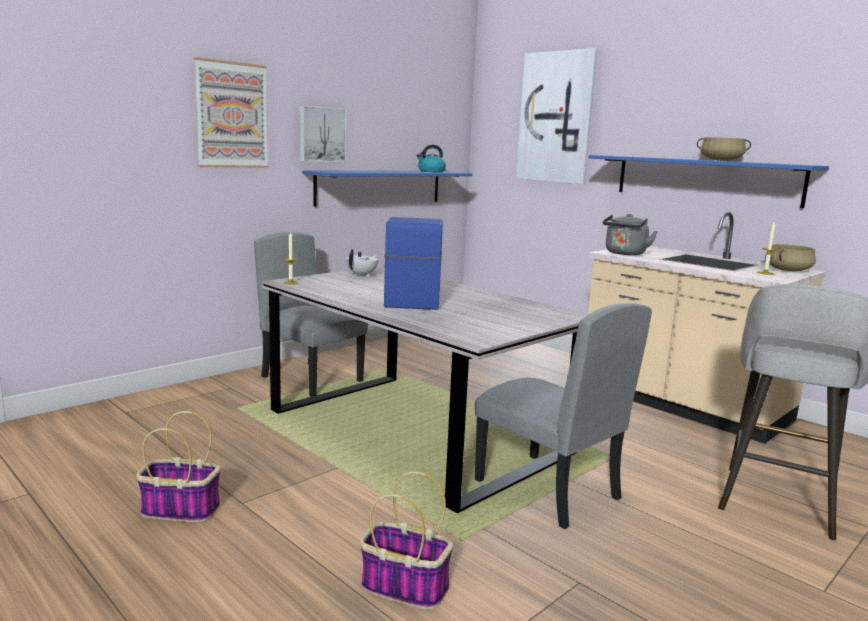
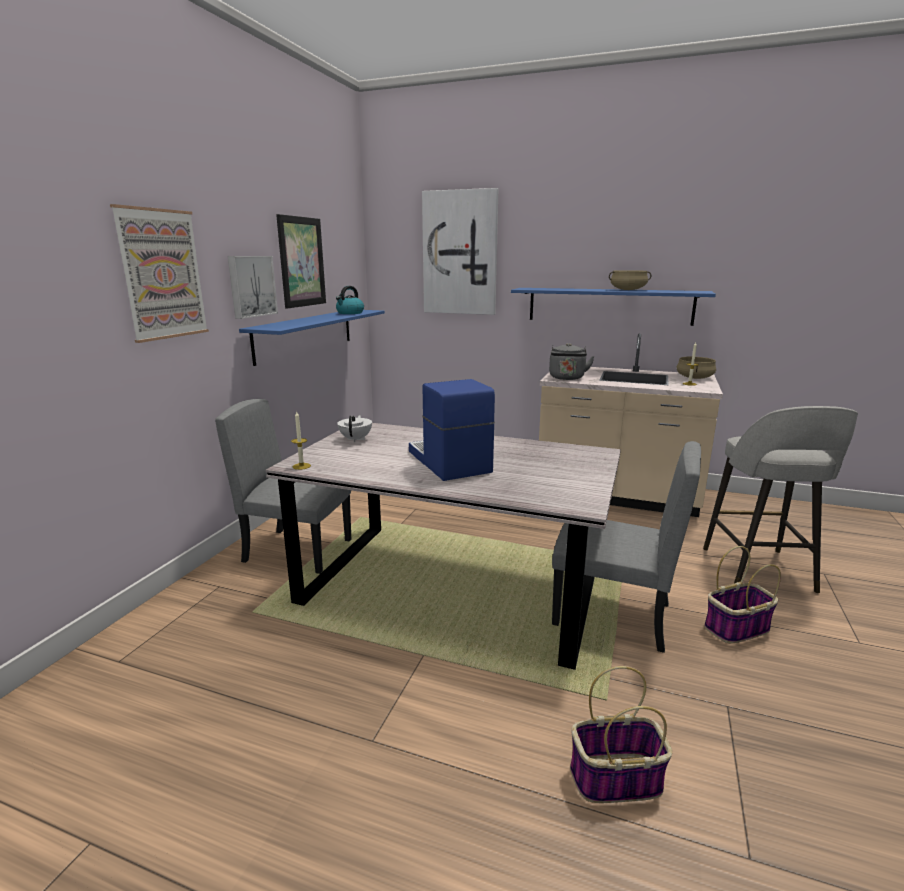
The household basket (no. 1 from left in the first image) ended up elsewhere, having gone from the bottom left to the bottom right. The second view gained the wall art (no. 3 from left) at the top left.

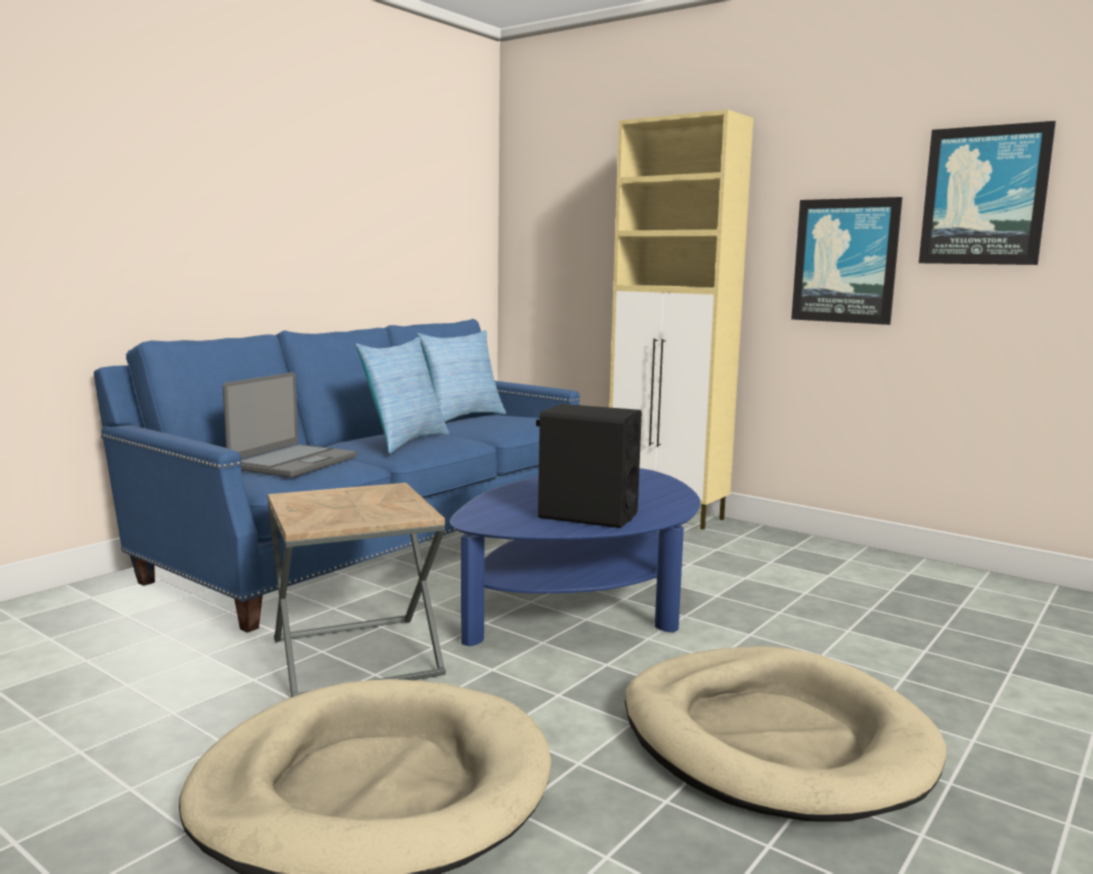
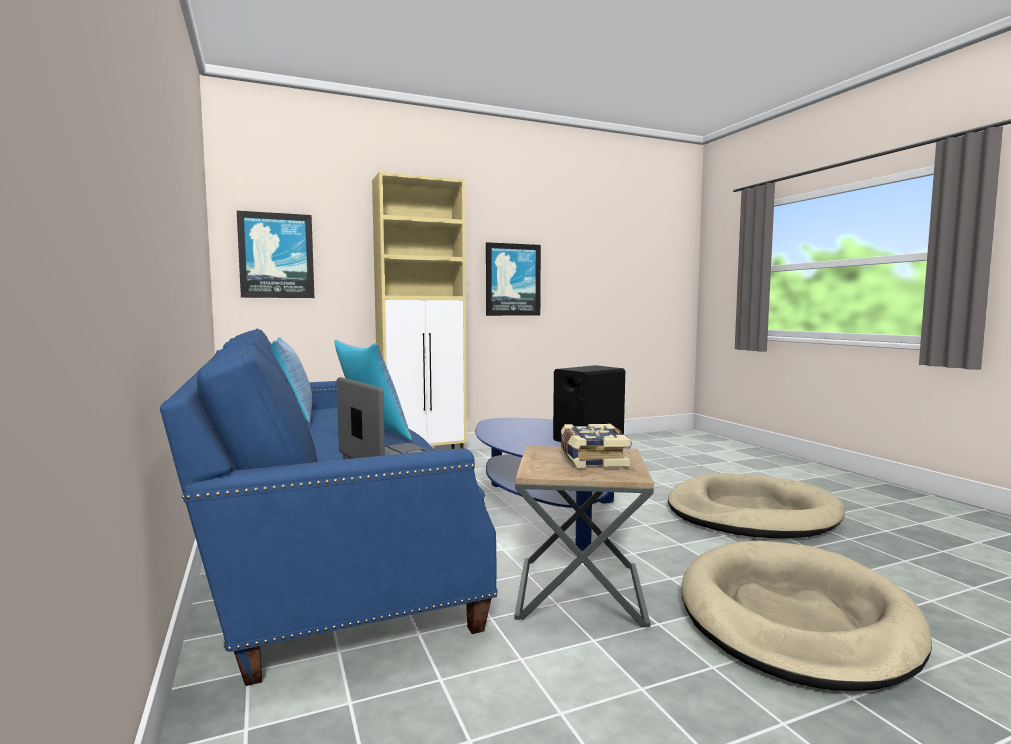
The wall art (no. 2 from left in the first image) ended up elsewhere, having gone from the top right to the middle left. The second view gained the book at the centre.

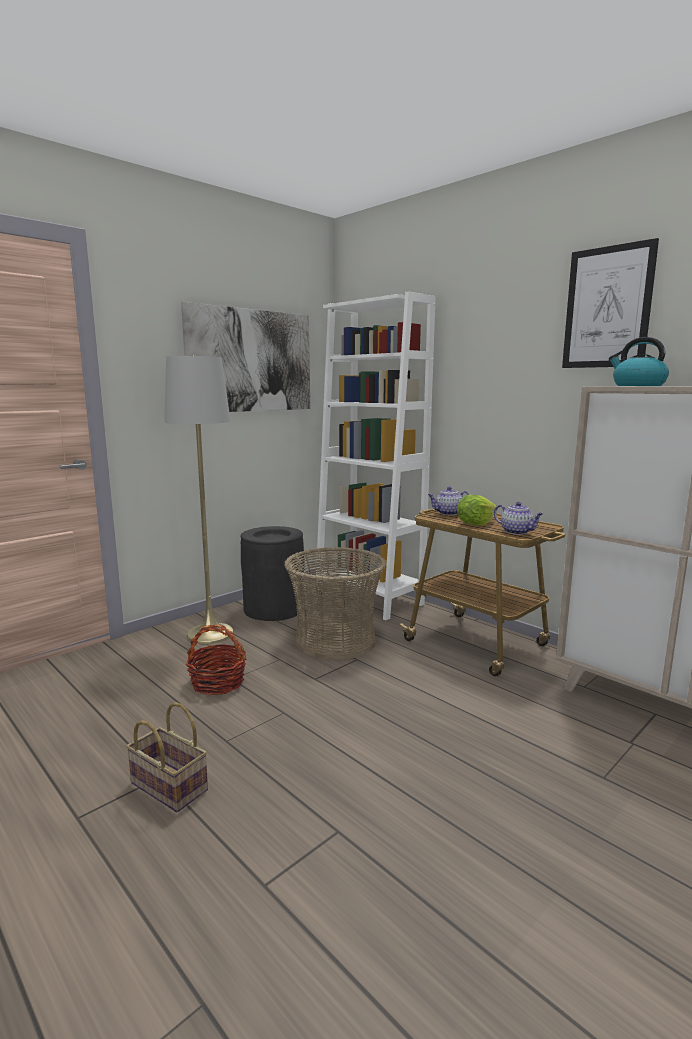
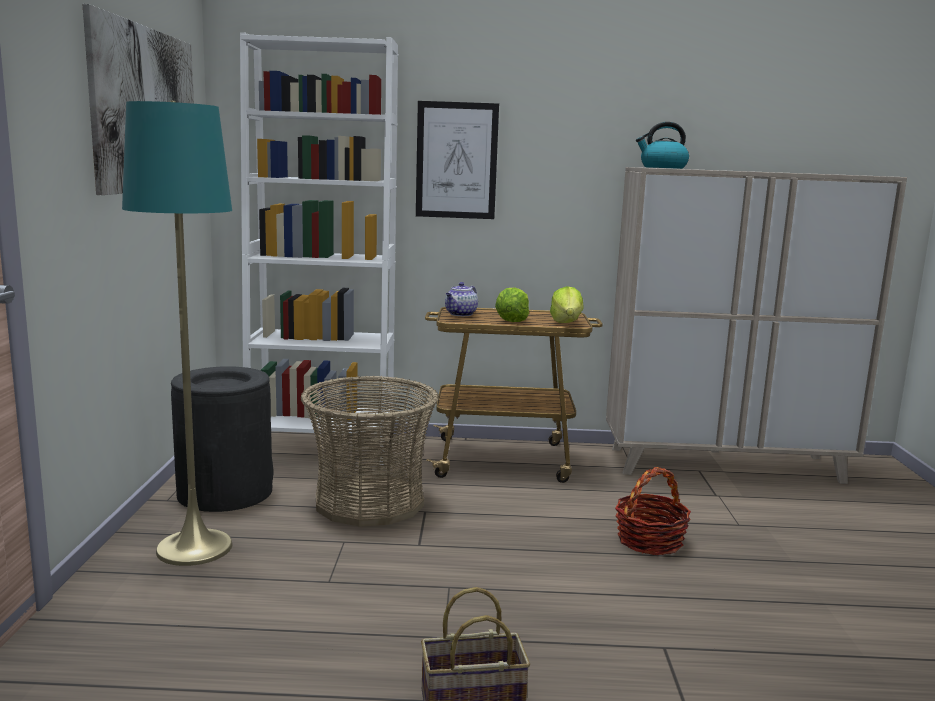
The wall art (no. 2 from left) ended up elsewhere, having gone from the top right to the top centre. What was the standard lamp (gray) at the middle left turned into the standard lamp (blue-green) at the middle left. Where the pot for tea (no. 2 from left) stood at the middle right, the lettuce (no. 2 from left) came to stand at the centre. The household basket (no. 2 from left in the first image) ended up elsewhere, having gone from the middle left to the bottom right.

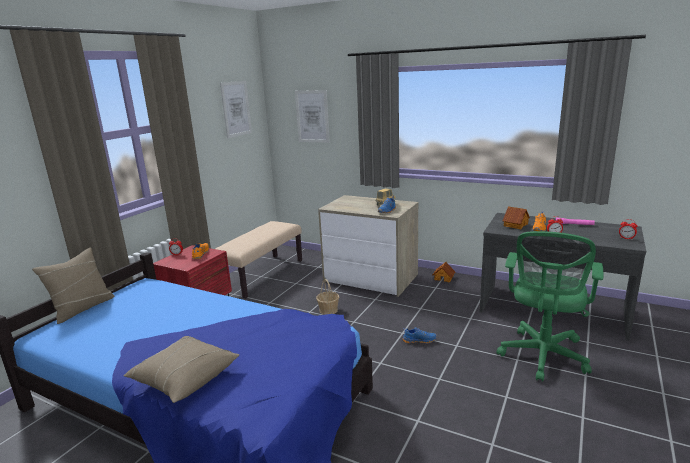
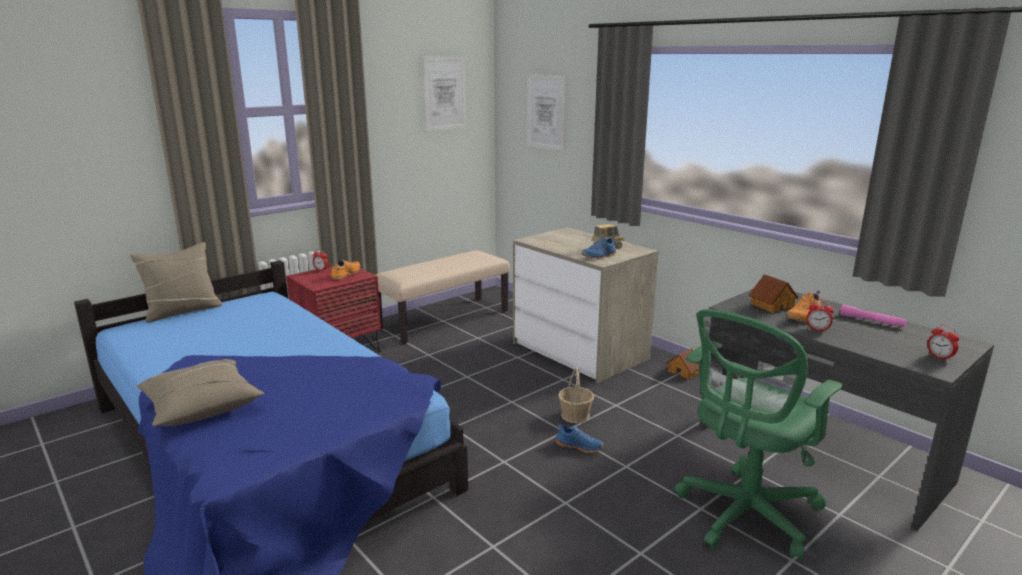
The household basket ended up elsewhere, having gone from the centre to the bottom centre.

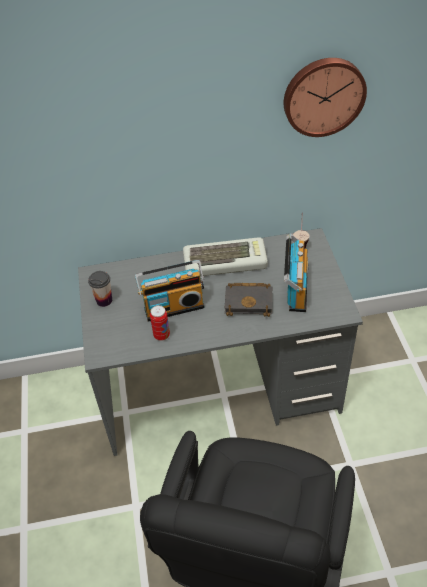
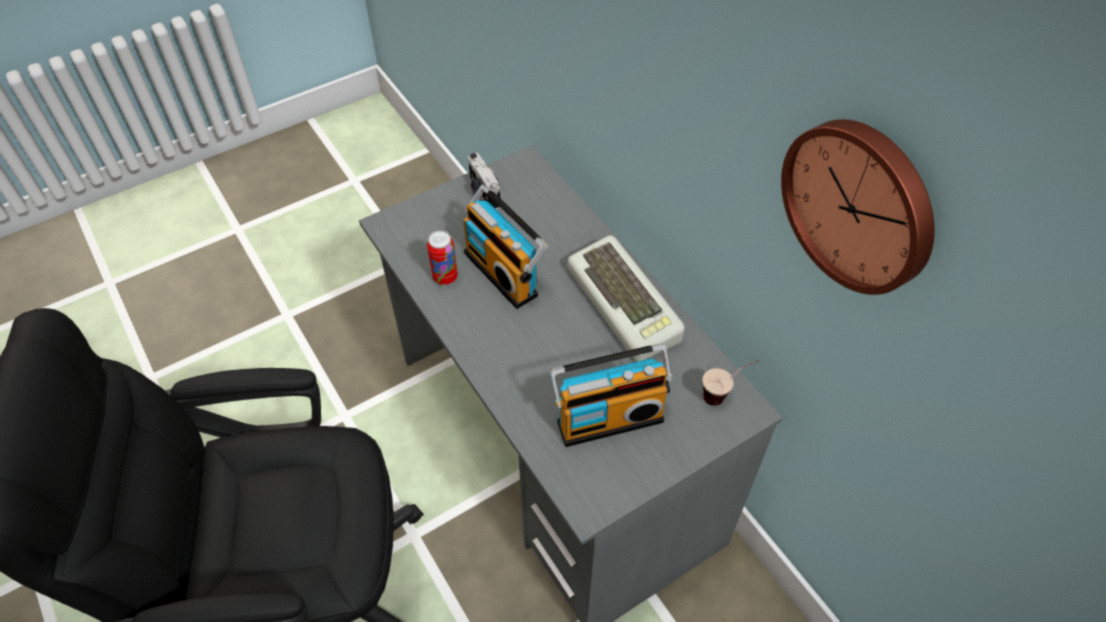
Where the small cup (no. 1 from left) stood at the middle left, the photo camera came to stand at the top centre. The second view lost the book (black-coloured) at the centre.

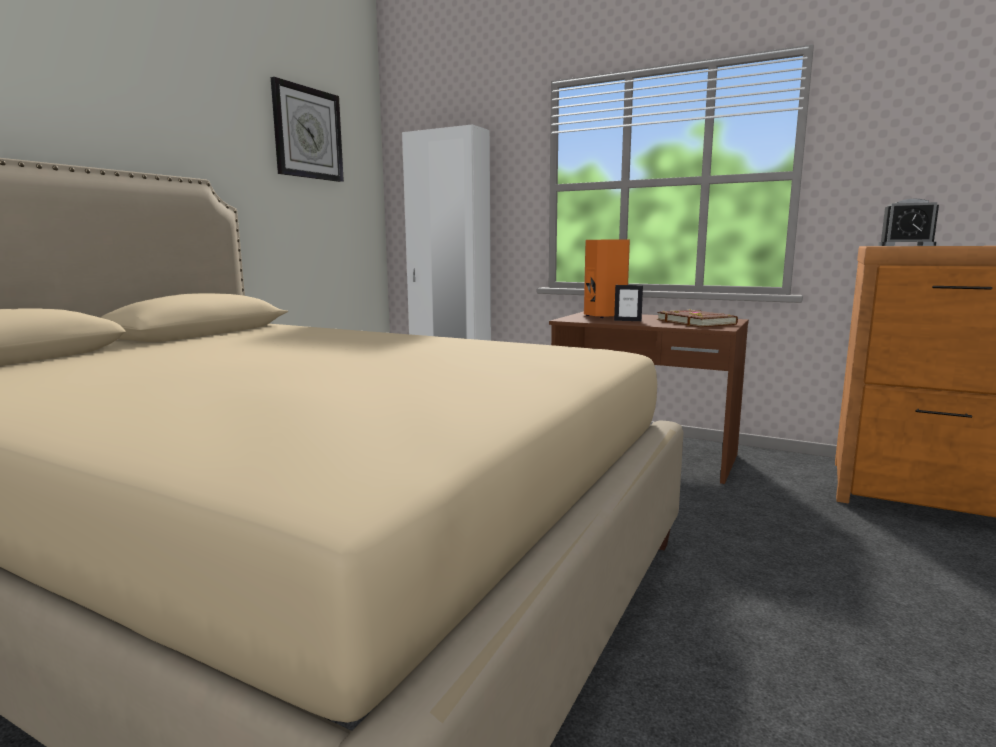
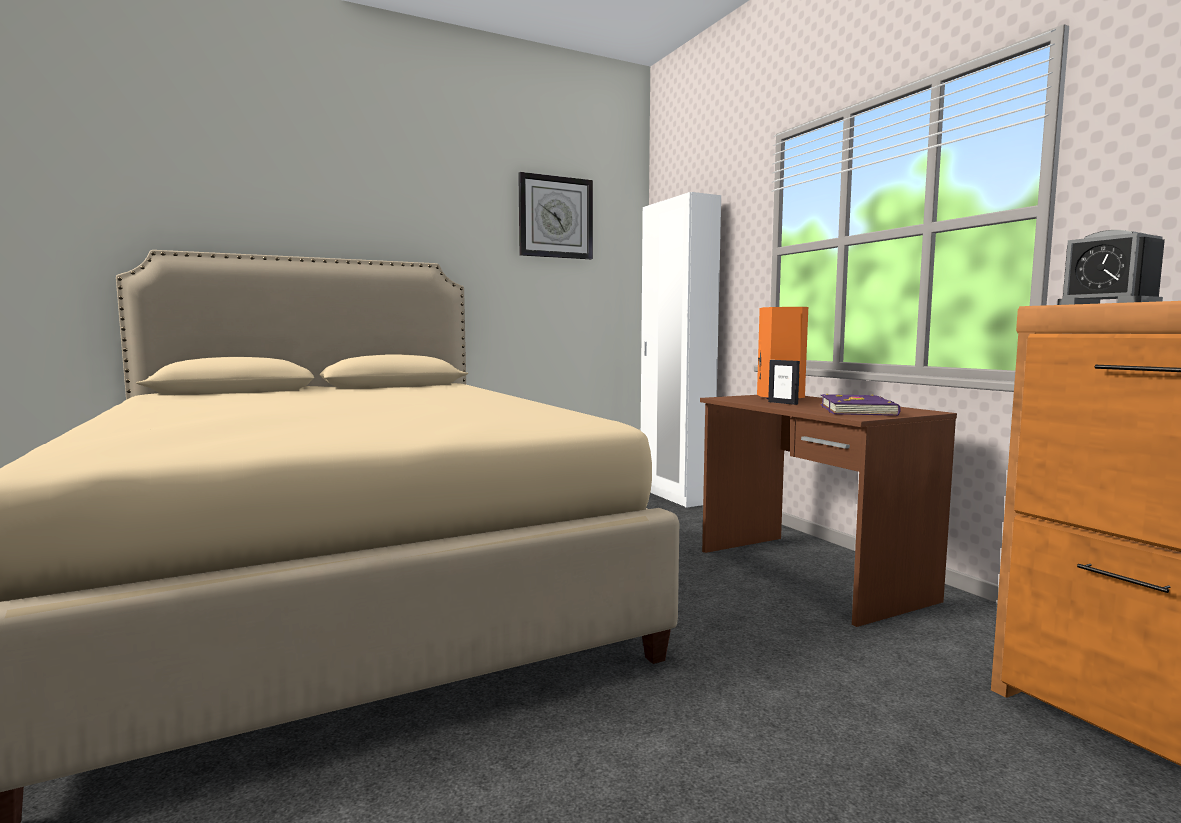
What was the book (brown-coloured) at the middle right turned into the book (purple-coloured) at the middle right.

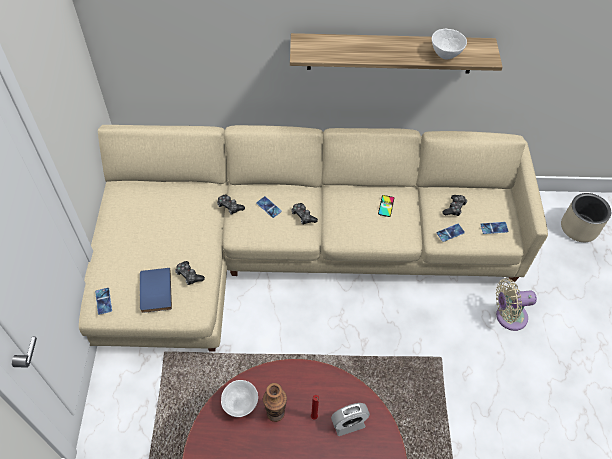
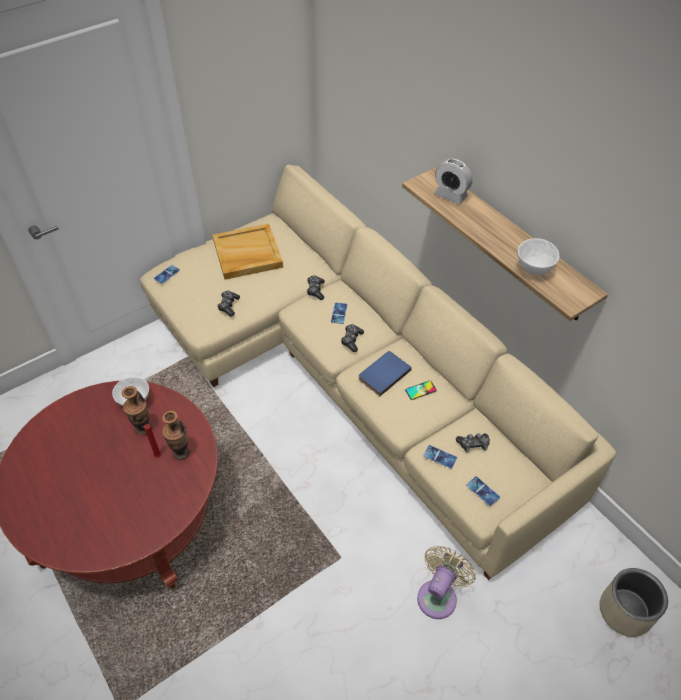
The book (bluish) ended up elsewhere, having gone from the middle left to the centre. The electric fan (sand-coloured) at the middle right ended up facing another way, 75 degrees clockwise from before. The bedside clock ended up elsewhere, having gone from the bottom centre to the top centre. The second view gained the tray (sand-coloured) at the centre. The second view gained the decorative vase (no. 2 from left) at the middle left.

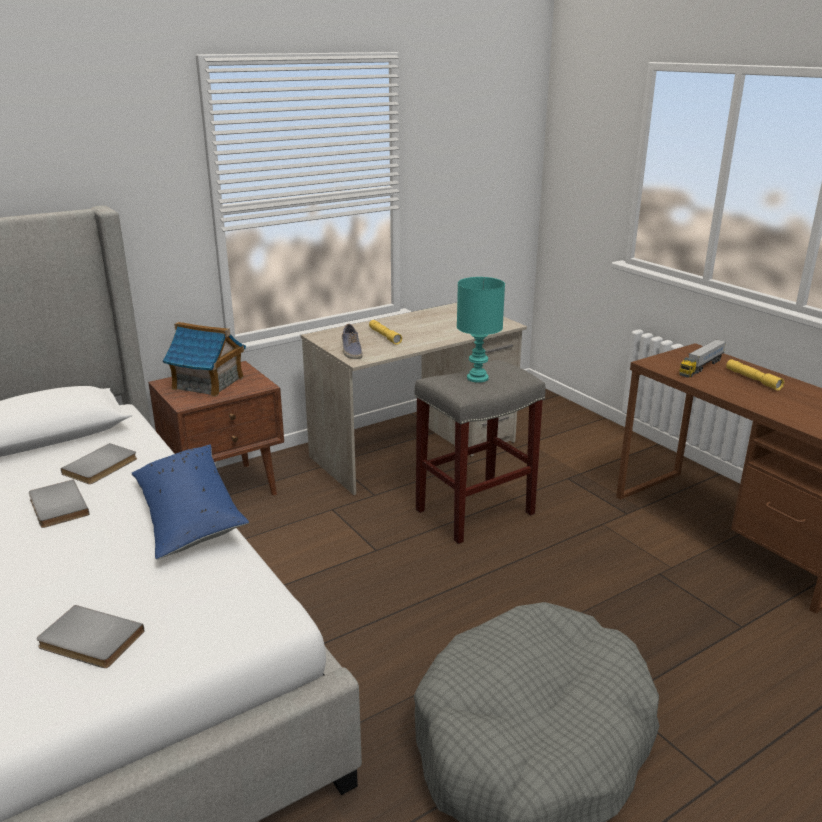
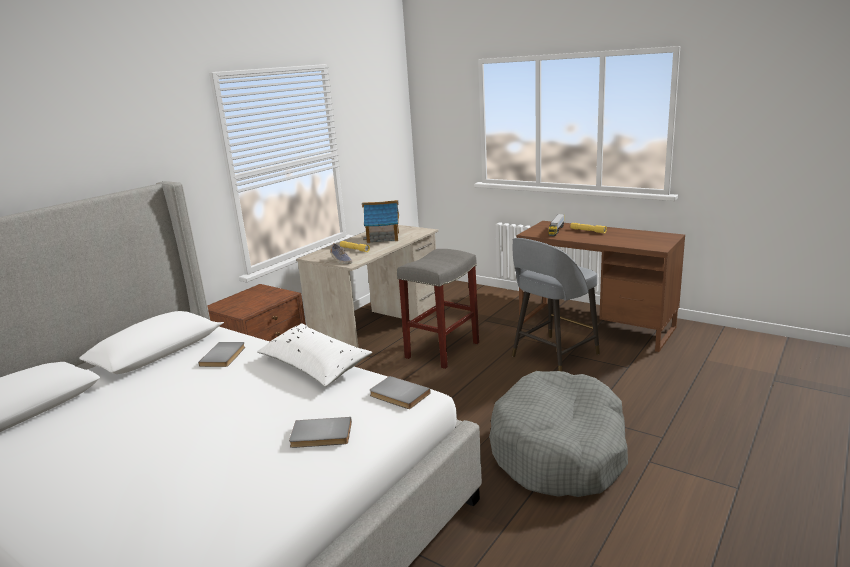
The second view lost the lamp for a table (blue-green) at the centre. The model house ended up elsewhere, having gone from the middle left to the centre. What was the throw pillow (bluish) at the middle left turned into the throw pillow (whitish) at the centre. The book (gray) (no. 1 from left in the first image) ended up elsewhere, having gone from the middle left to the bottom centre. The second view gained the sitting stool (gray) (no. 2 from left) at the centre.

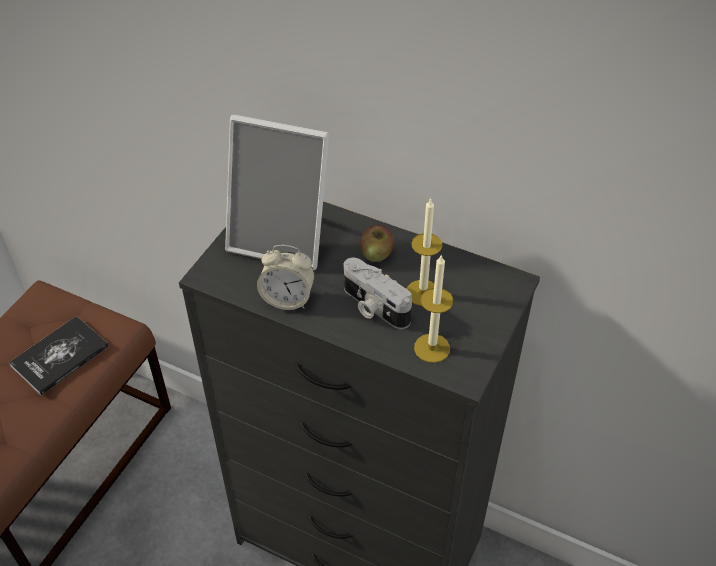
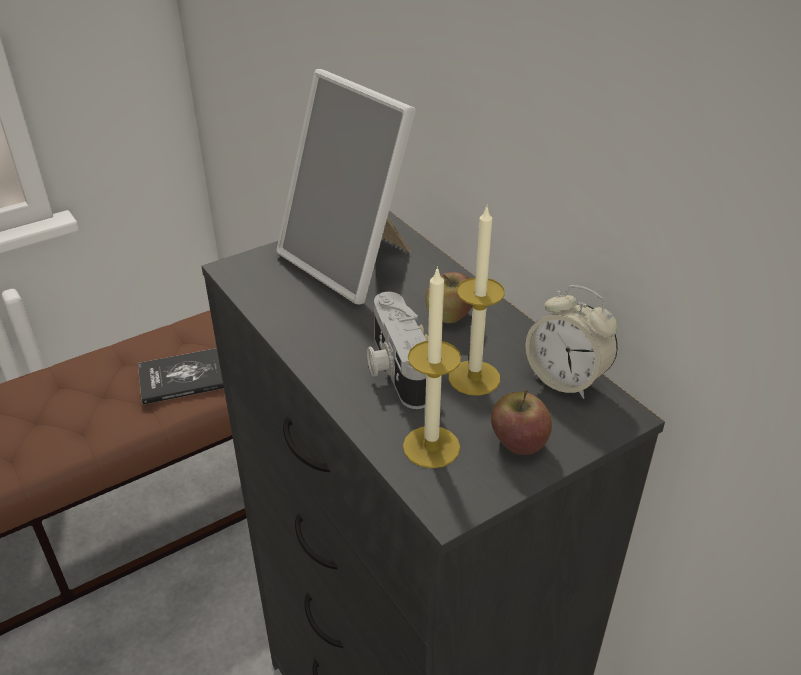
The bedside clock ended up elsewhere, having gone from the centre to the middle right. The second view gained the whole apple (no. 2 from left) at the centre.

